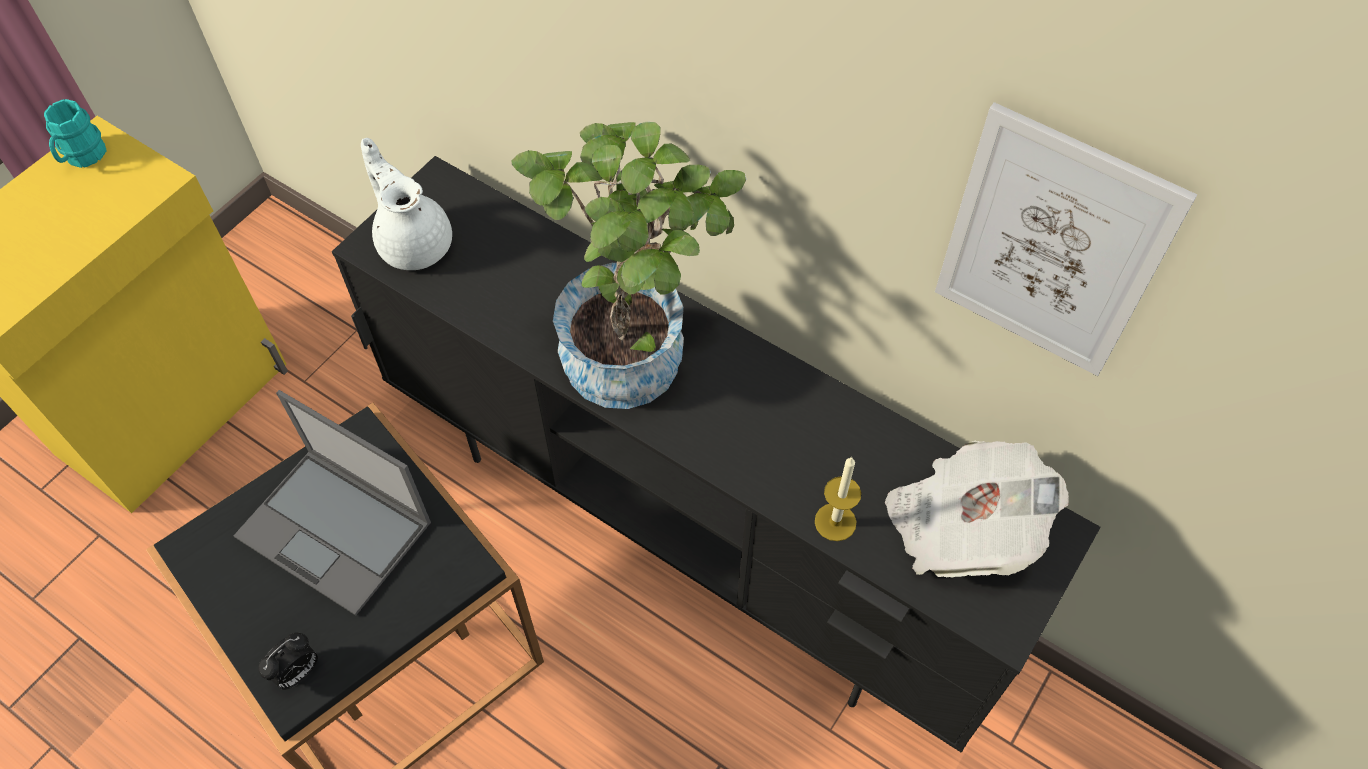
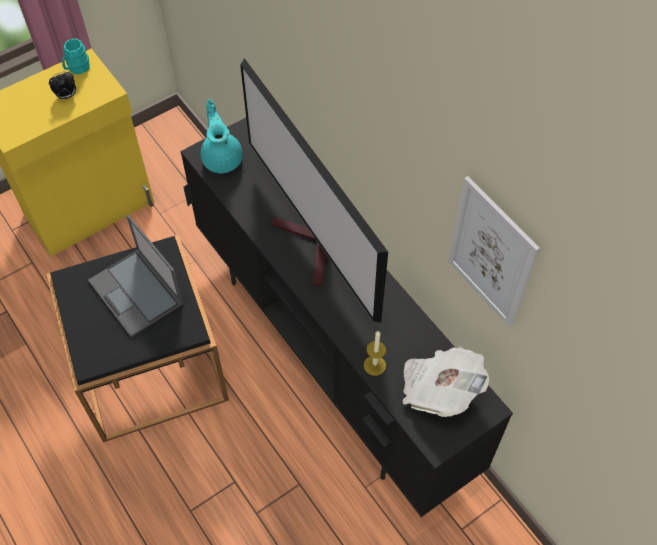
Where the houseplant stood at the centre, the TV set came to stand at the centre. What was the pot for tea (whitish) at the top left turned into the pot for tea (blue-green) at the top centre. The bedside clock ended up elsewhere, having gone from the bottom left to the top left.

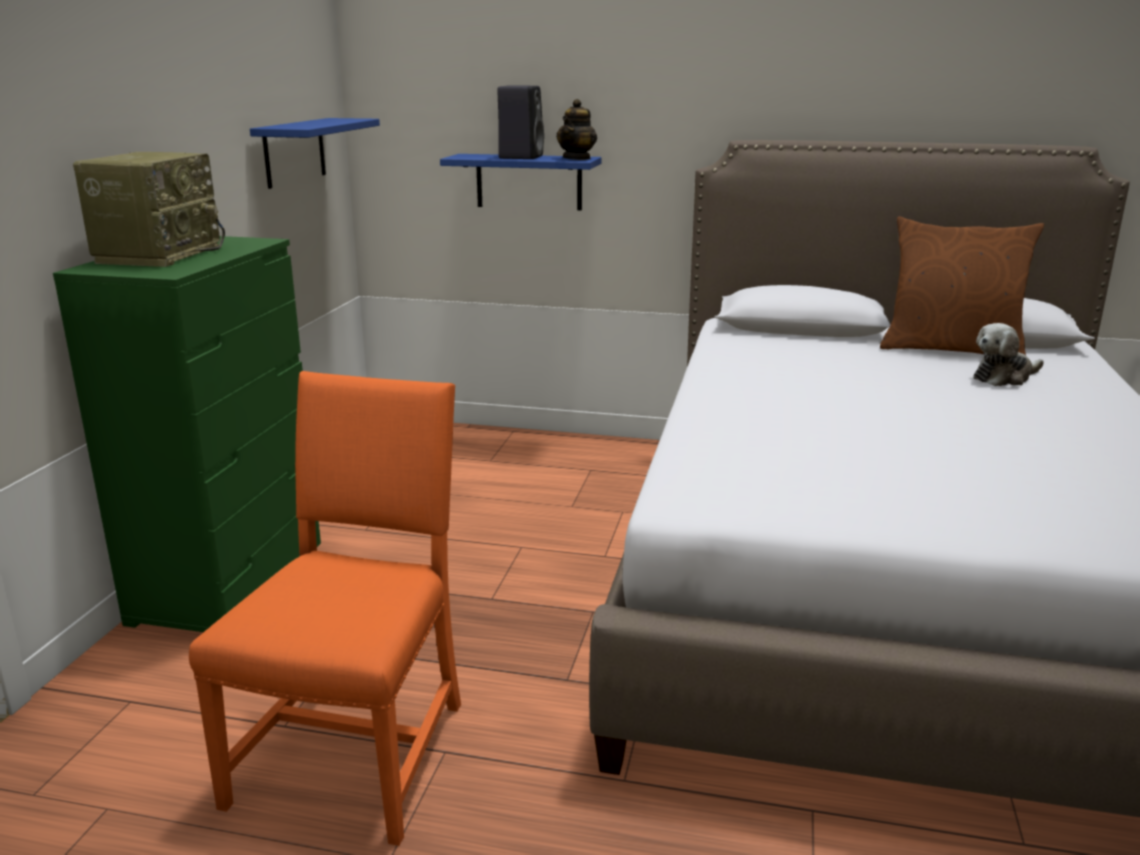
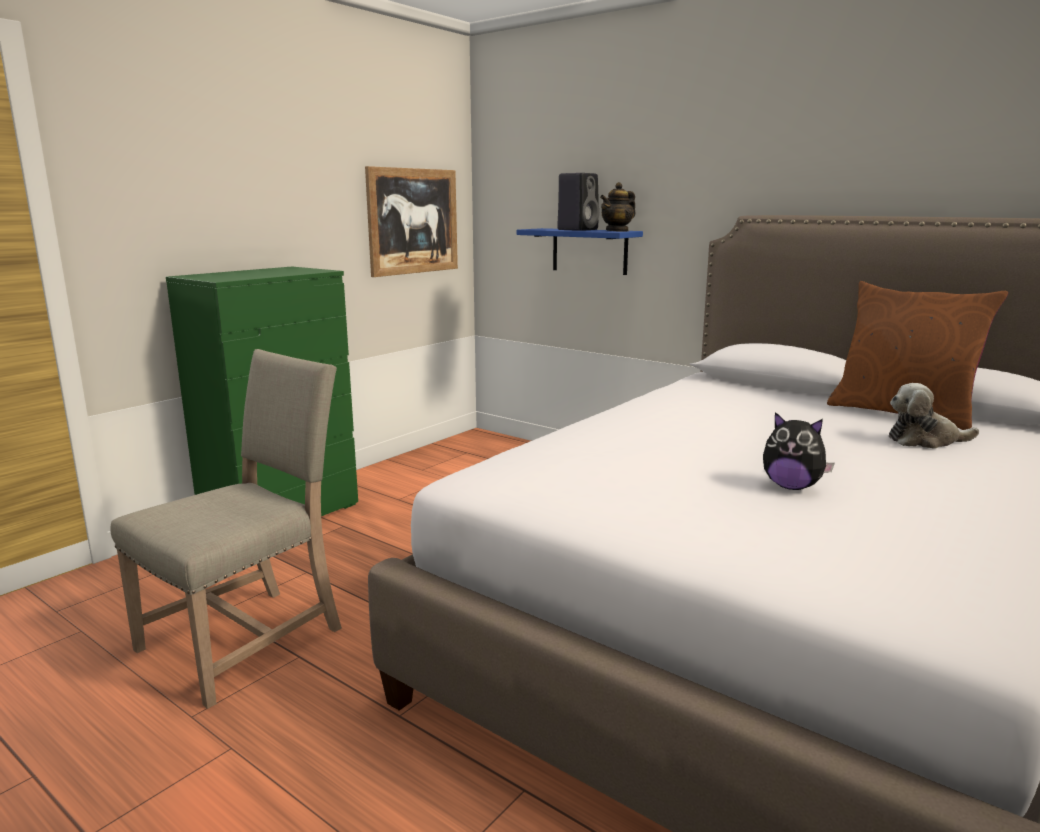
Where the wall shelf (bluish) (no. 1 from left) hung at the top left, the wall art came to hang at the top centre. The second view lost the radio receiver at the top left. What was the upright chair (orange) at the bottom left turned into the upright chair (sand-coloured) at the middle left. The second view gained the cuddly toy (no. 1 from left) at the middle right.

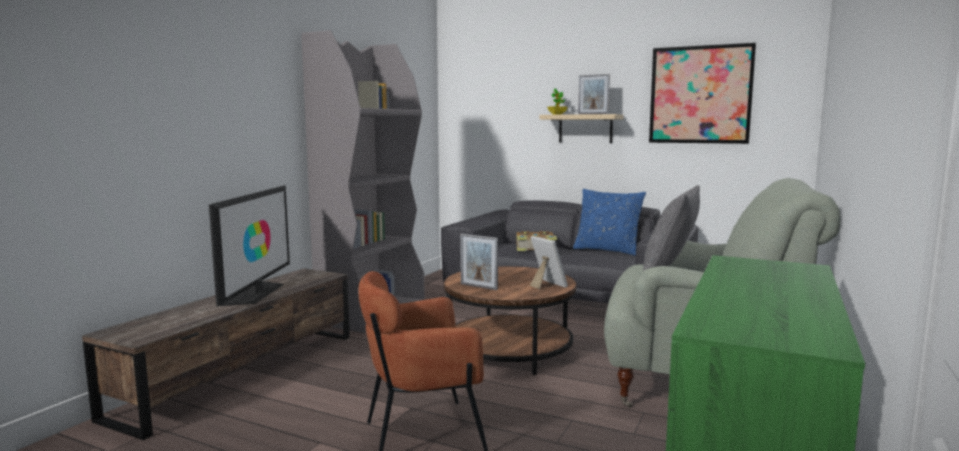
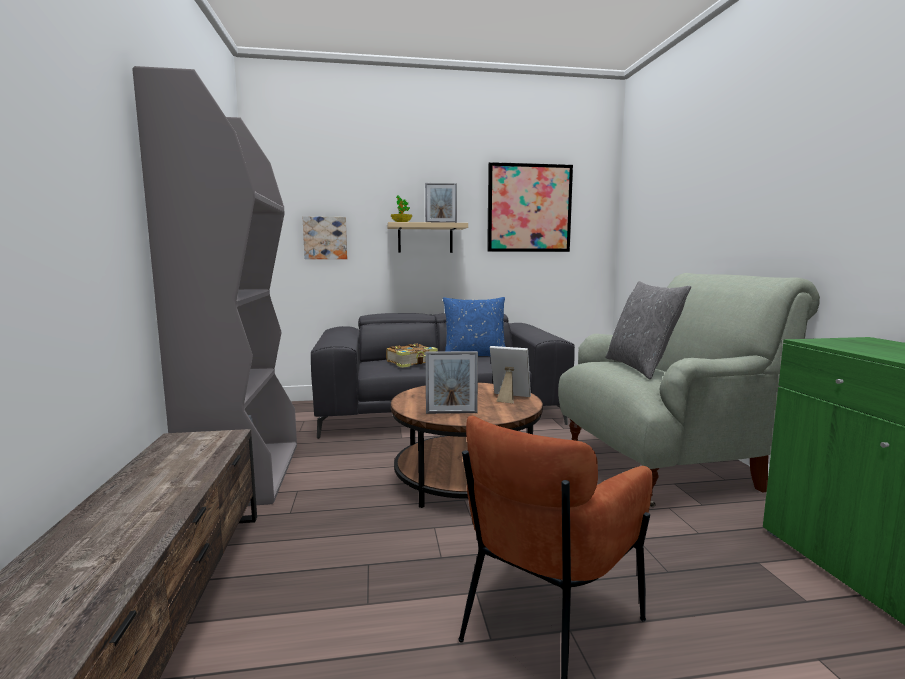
The second view lost the TV set at the middle left. The second view gained the wall art (no. 1 from left) at the centre.

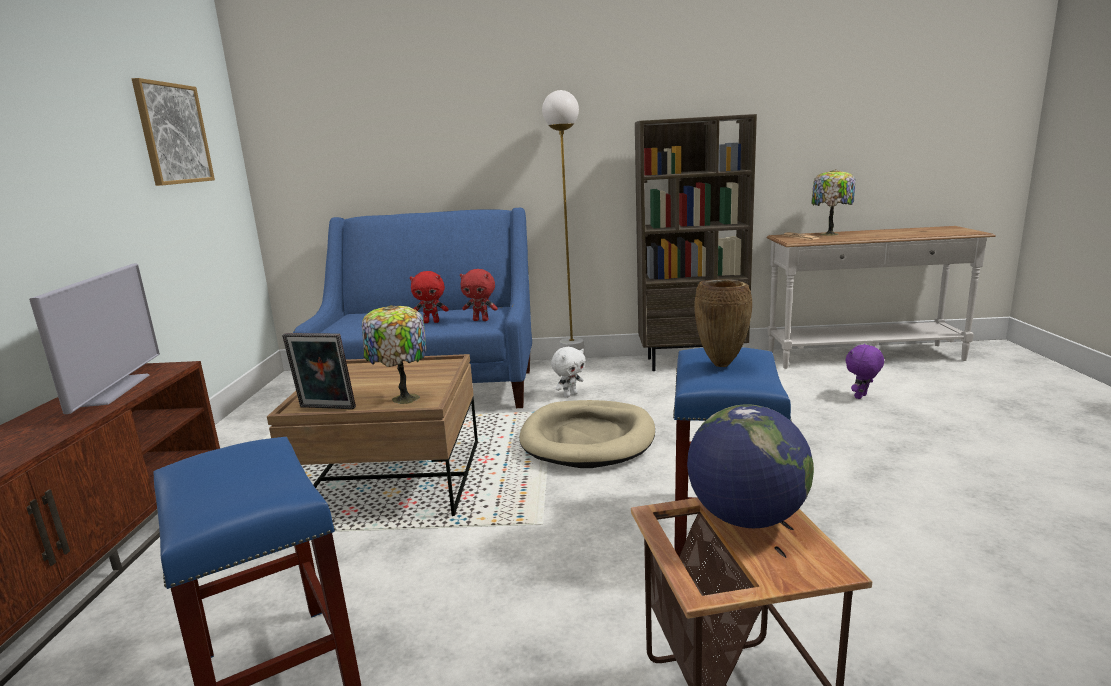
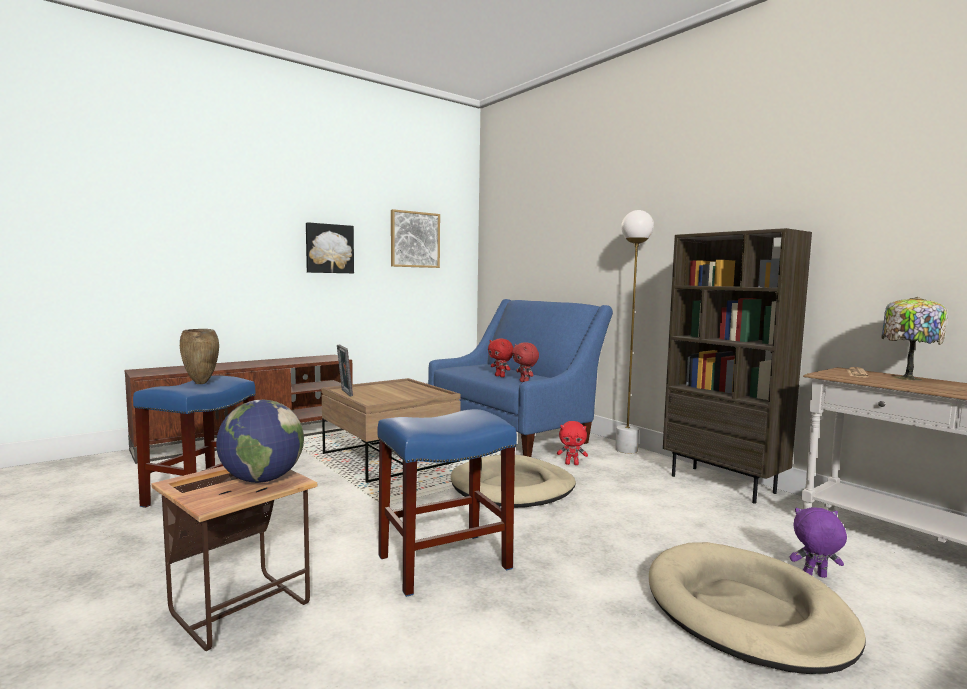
The second view lost the TV set at the middle left. The decorative vase (brown-coloured) ended up elsewhere, having gone from the centre to the middle left. The second view lost the lamp for a table (no. 1 from left) at the centre. What was the cuddly toy (whitish) at the centre turned into the cuddly toy (reddish) (no. 3 from left) at the centre. The second view gained the wall art (no. 1 from left) at the centre. The second view gained the dog cushion (sand-coloured) (no. 2 from left) at the bottom right.

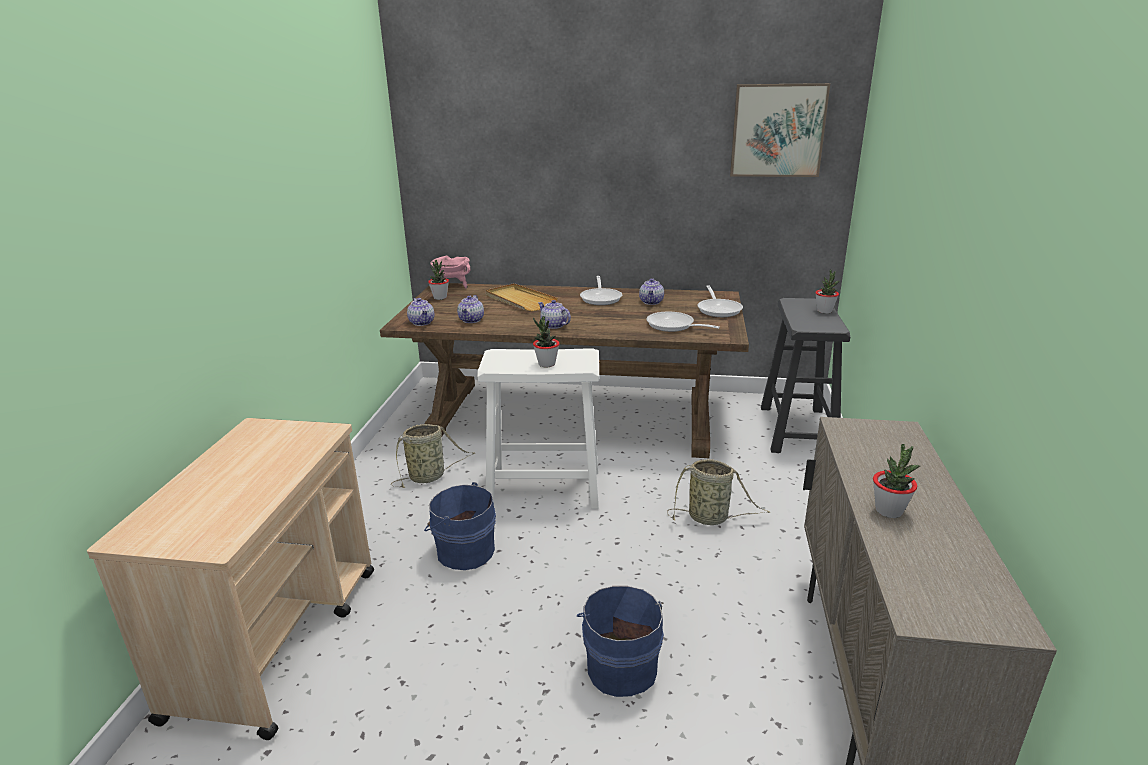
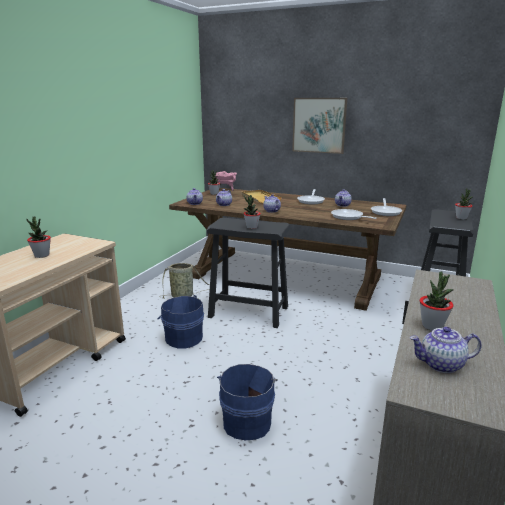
The wall art ended up elsewhere, having gone from the top right to the top centre. What was the sitting stool (whitish) at the centre turned into the sitting stool (black-coloured) (no. 1 from left) at the centre. The second view lost the household basket (no. 2 from left) at the centre. The second view gained the houseplant (no. 1 from left) at the middle left. The second view gained the pot for tea (no. 5 from left) at the bottom right.

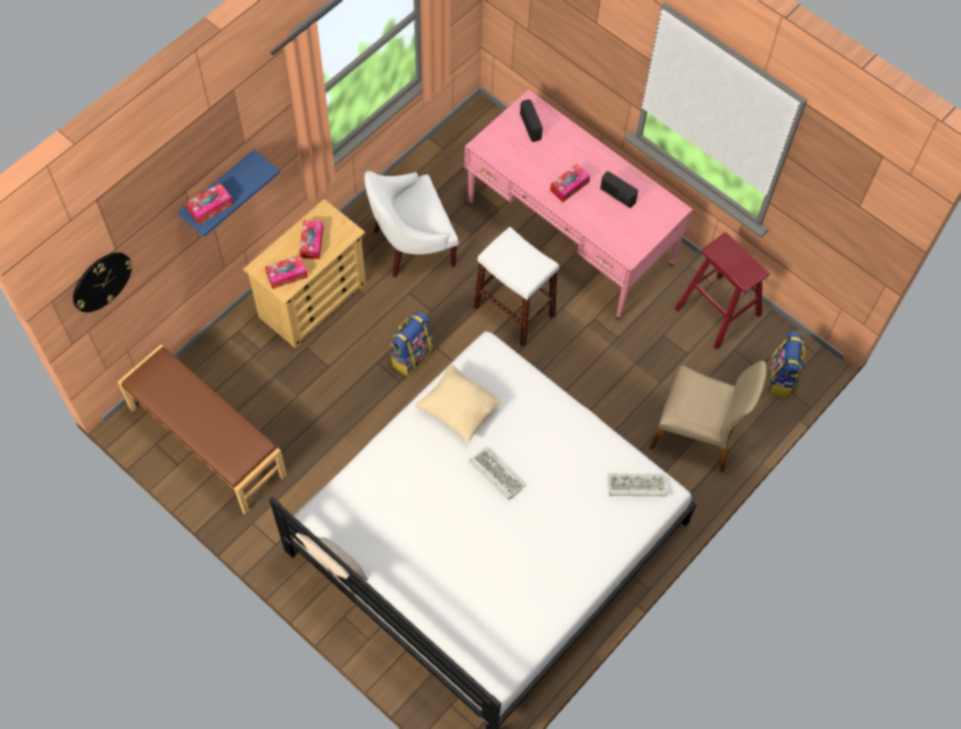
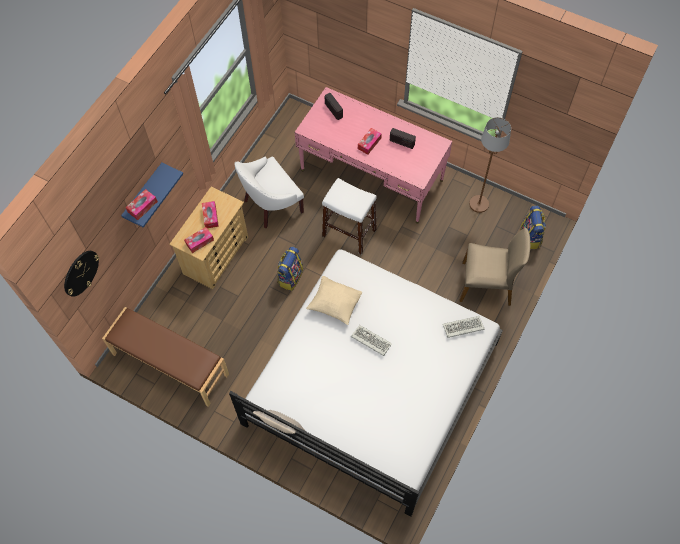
Where the sitting stool (reddish) stood at the middle right, the standard lamp (brown-coloured) came to stand at the top right.

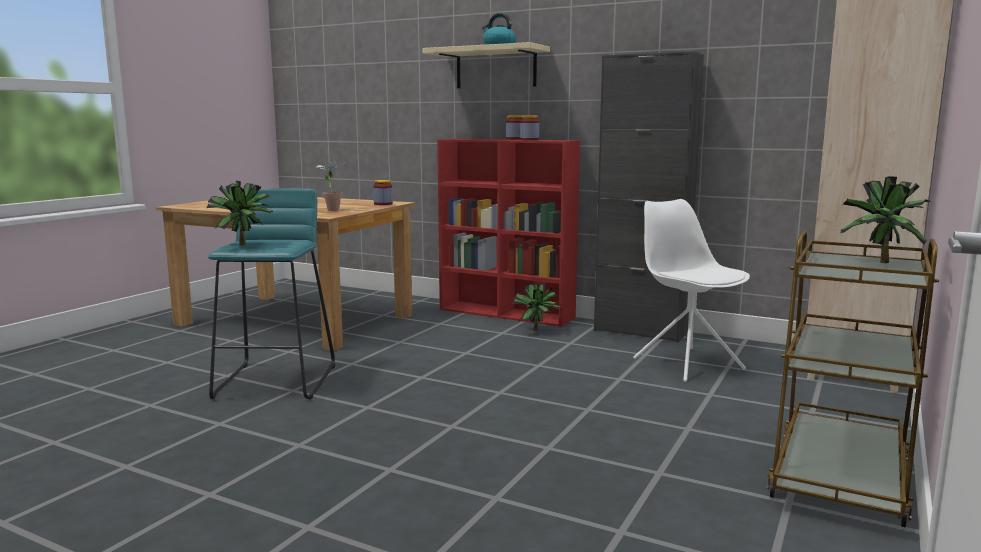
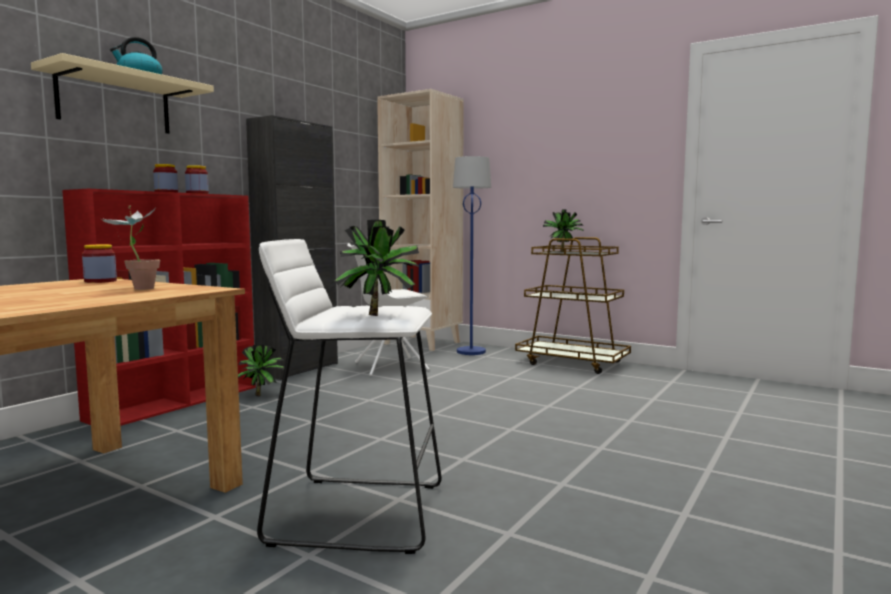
What was the sitting stool (blue-green) at the middle left turned into the sitting stool (whitish) at the bottom centre. The second view gained the standard lamp (bluish) at the centre.

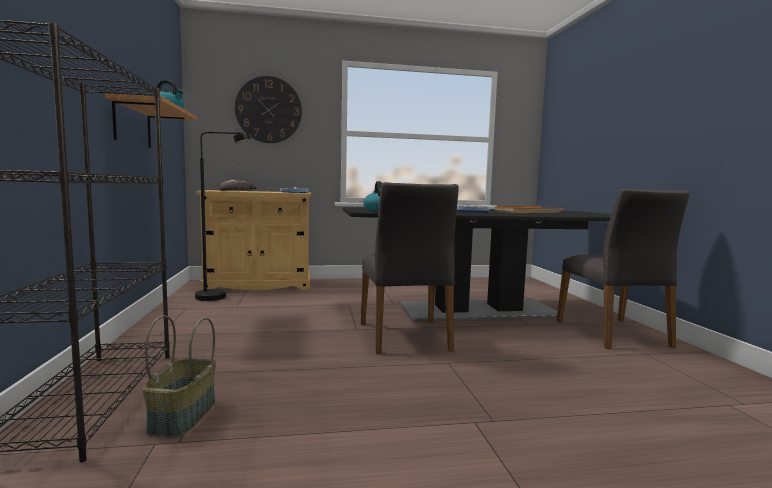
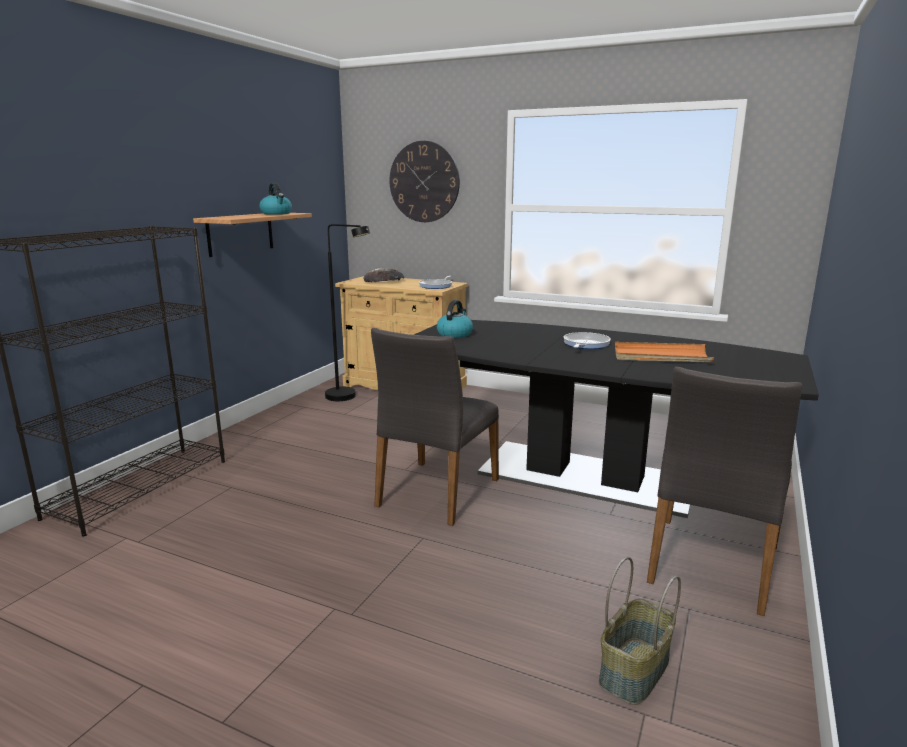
The household basket ended up elsewhere, having gone from the bottom left to the bottom right.

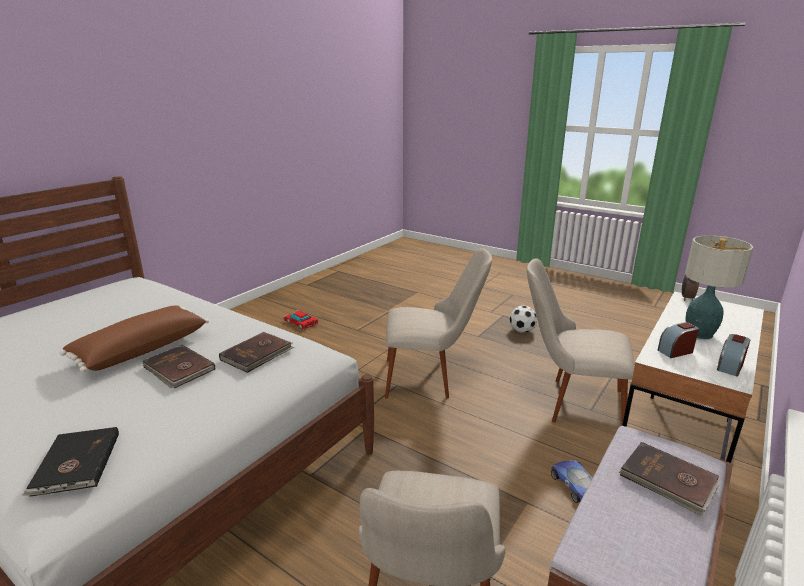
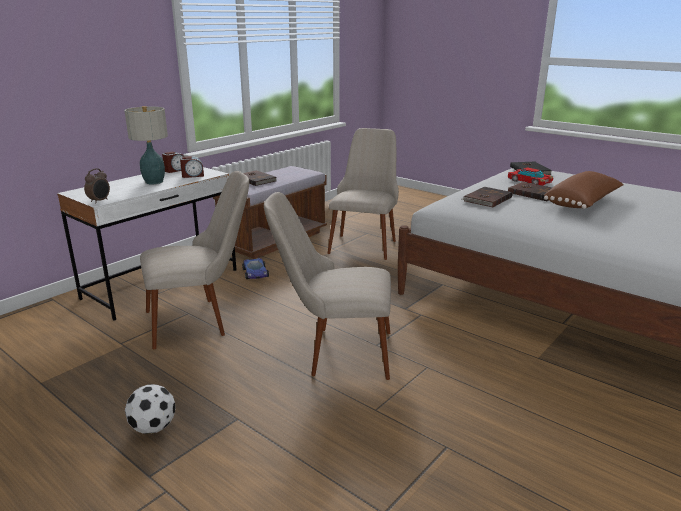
The upright chair (sand-coloured) (no. 3 from left in the first image) at the middle right ended up facing another way, 45 degrees counterclockwise from before. The toy car (no. 1 from left in the first image) ended up elsewhere, having gone from the centre to the middle right.

